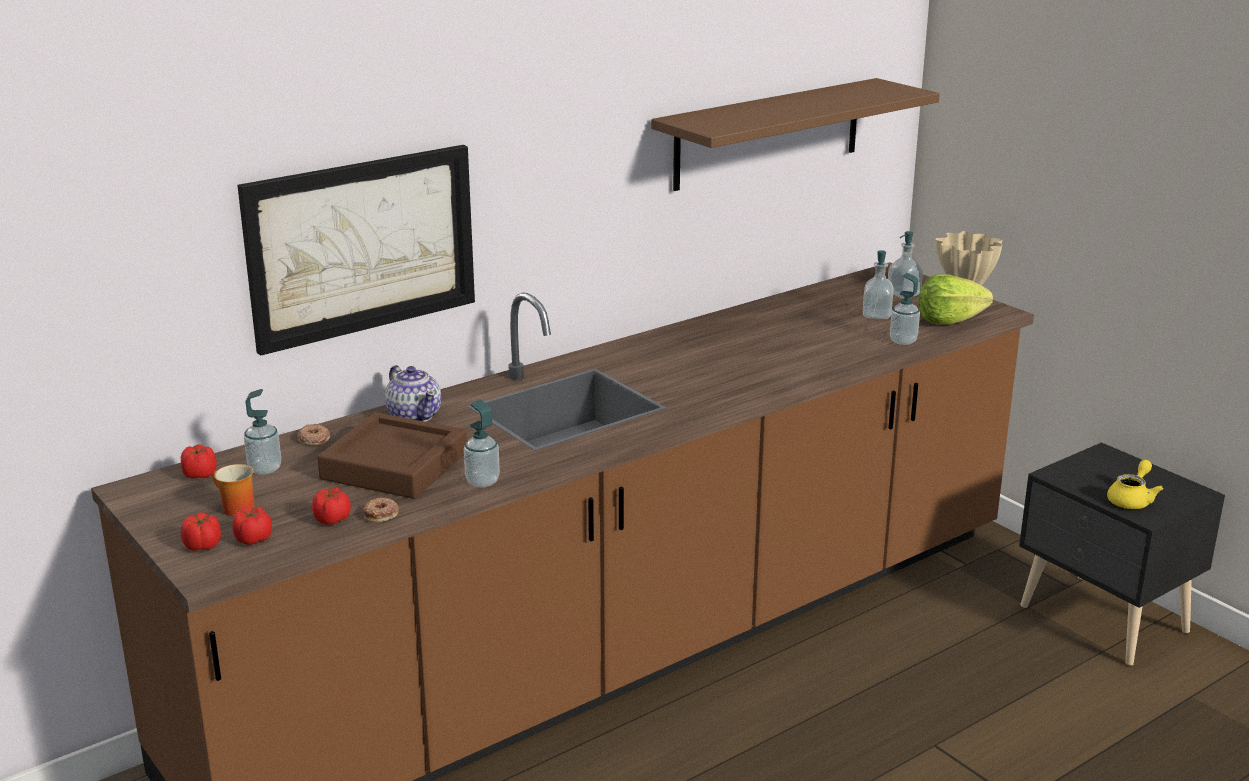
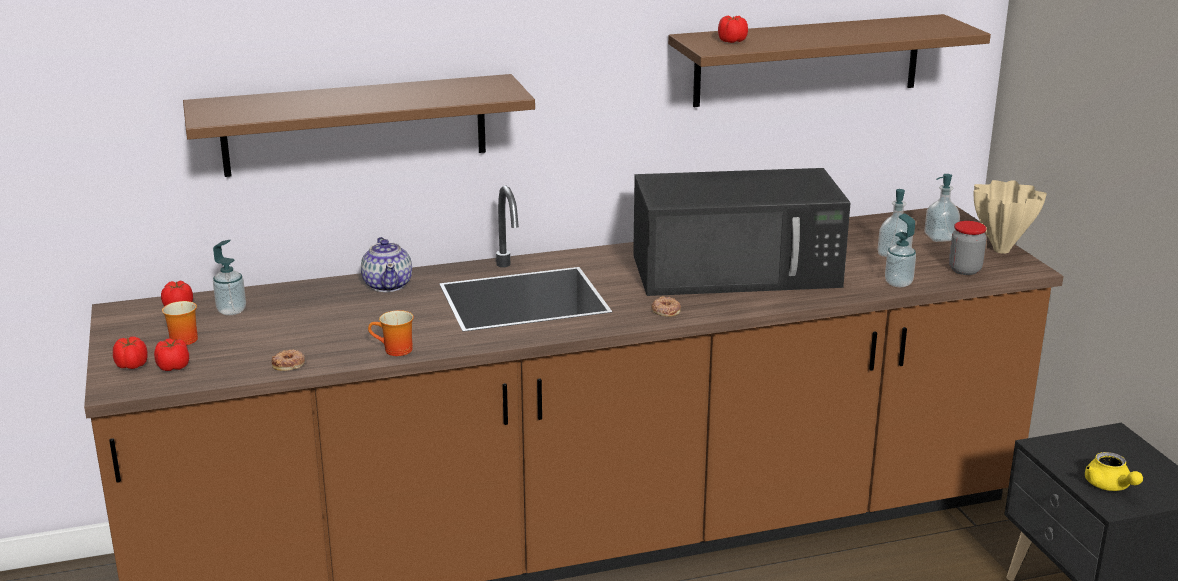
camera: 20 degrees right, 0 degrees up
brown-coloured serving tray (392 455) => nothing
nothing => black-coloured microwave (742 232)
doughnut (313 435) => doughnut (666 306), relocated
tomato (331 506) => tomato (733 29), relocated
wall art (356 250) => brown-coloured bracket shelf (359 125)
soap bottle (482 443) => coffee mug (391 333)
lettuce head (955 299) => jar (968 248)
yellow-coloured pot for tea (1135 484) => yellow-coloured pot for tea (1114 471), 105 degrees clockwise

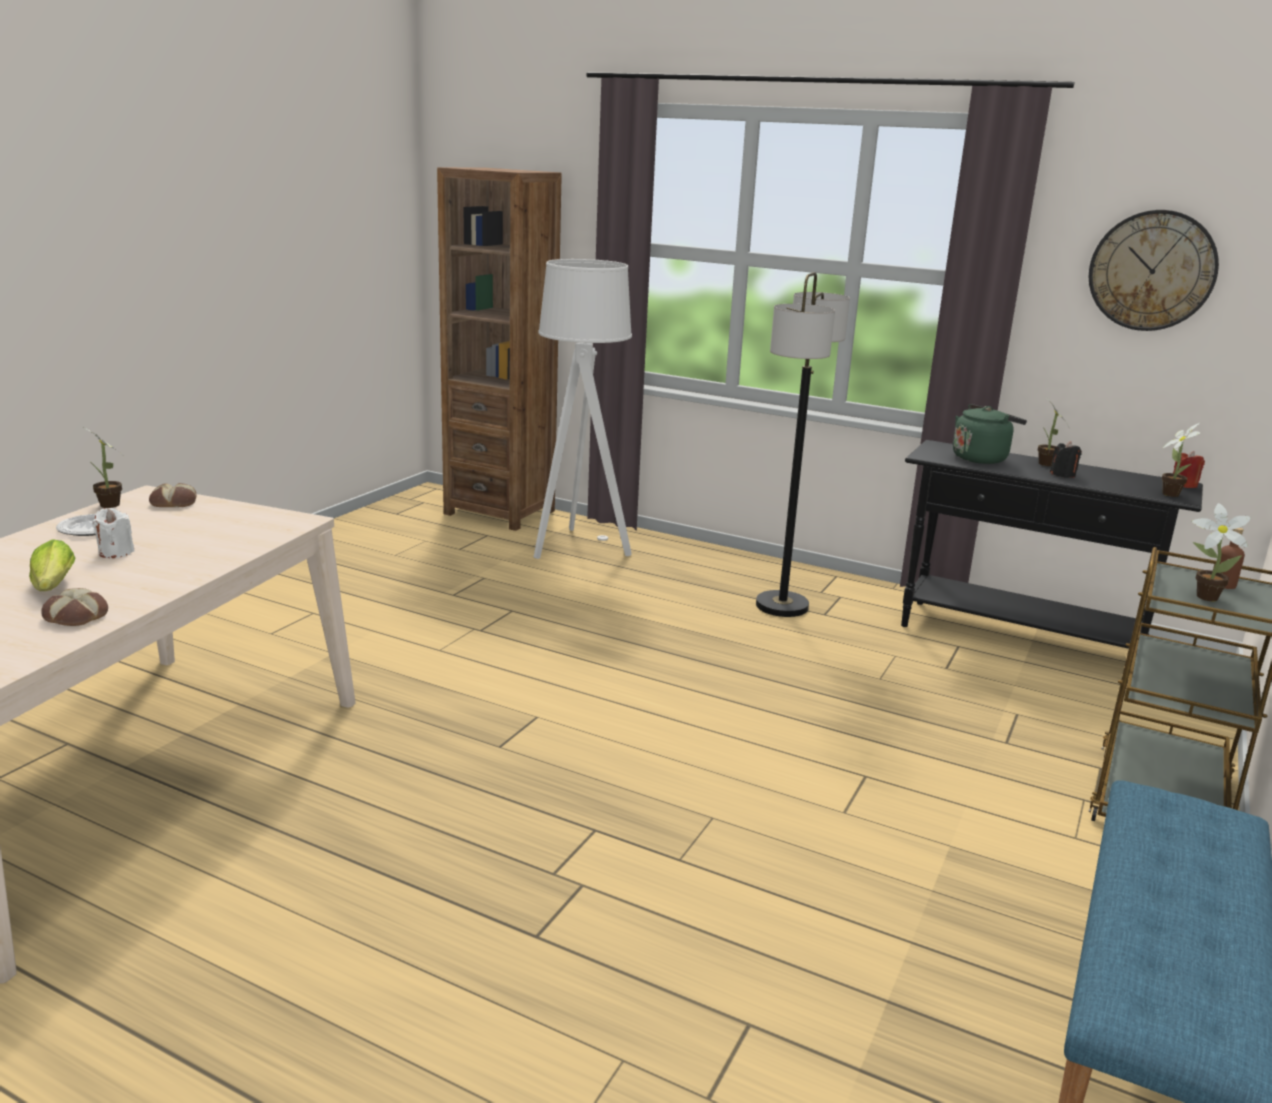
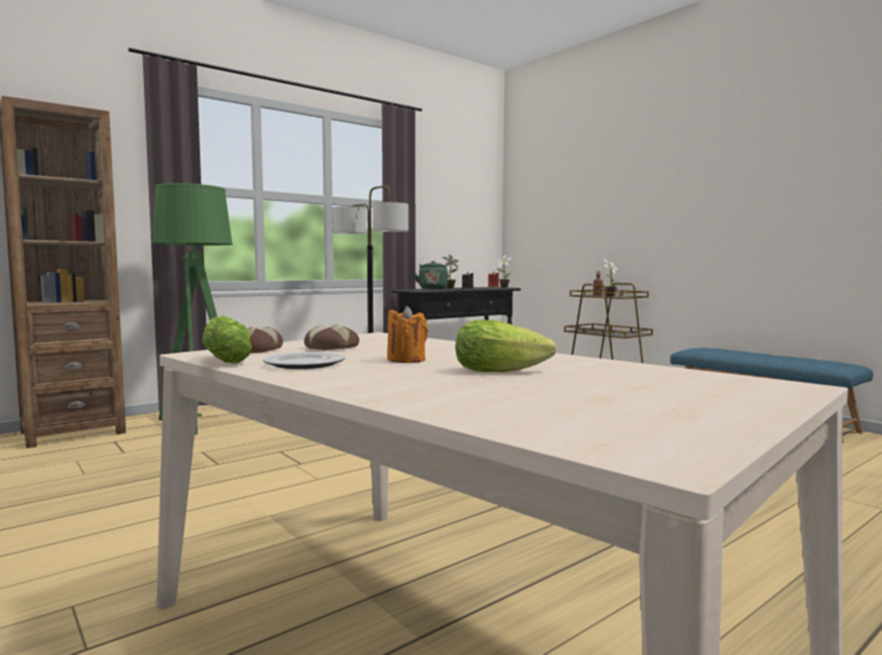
camera: 65 degrees left, 15 degrees down
wall clock (1154 270) => nothing
baked bread (74 607) => baked bread (331 337), relocated
plant in a pot (103 468) => lettuce head (227 340)
white-coloured wax candle (113 533) => orange-coloured wax candle (407 334)
white-coloured floor lamp (583 409) => green-coloured floor lamp (192 309)

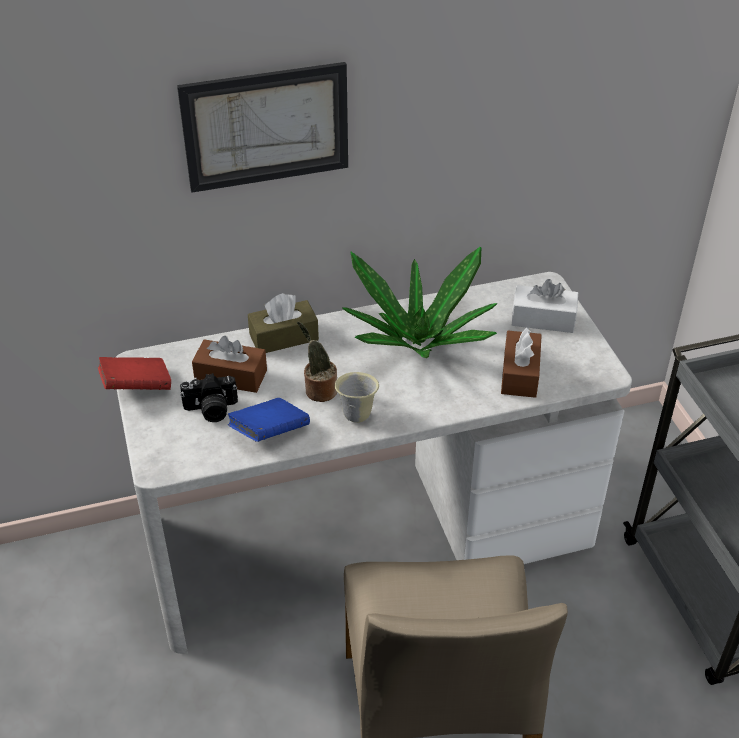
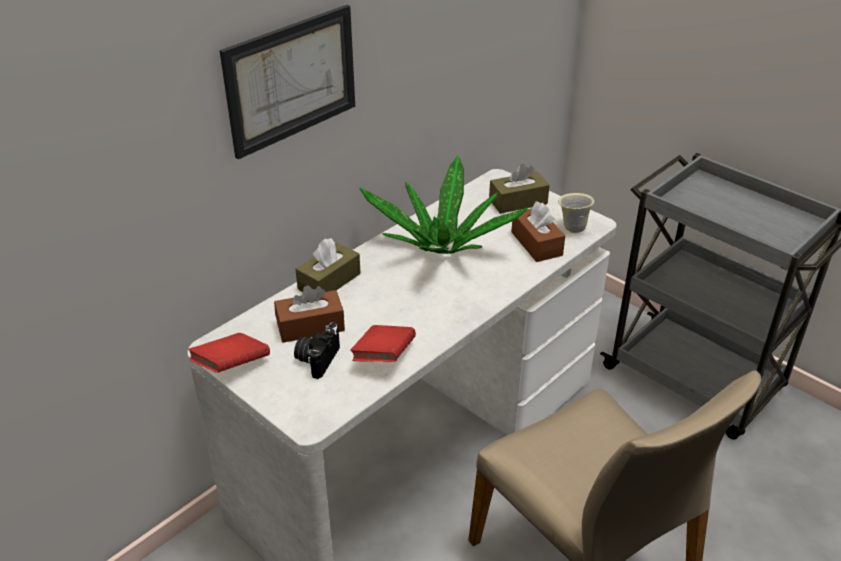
camera: 30 degrees left, 5 degrees down
plant in a pot (317 361) => nothing
sand-coloured coffee mug (357 397) => sand-coloured coffee mug (576 213), relocated
bluish book (269 420) => reddish book (383 343)
white-coloured tissue holder (545 306) => brown-coloured tissue holder (519 189)
still camera (209 397) => still camera (317 350), 150 degrees clockwise

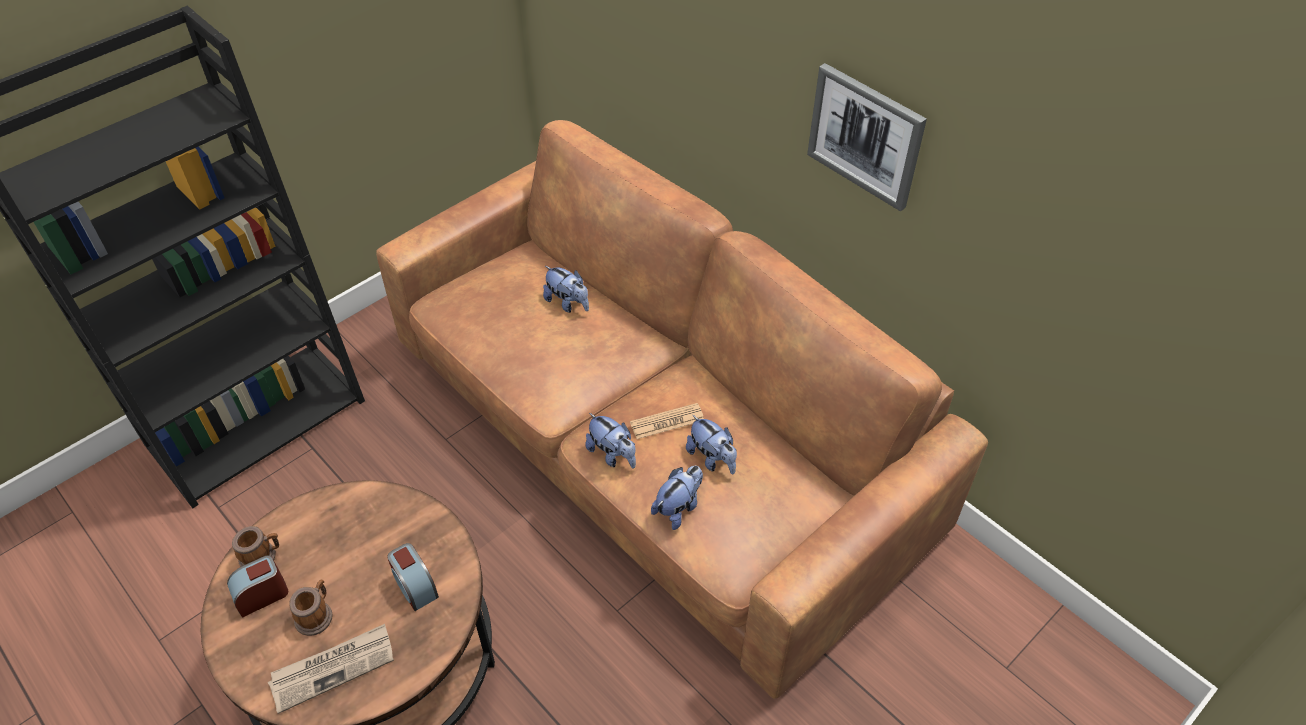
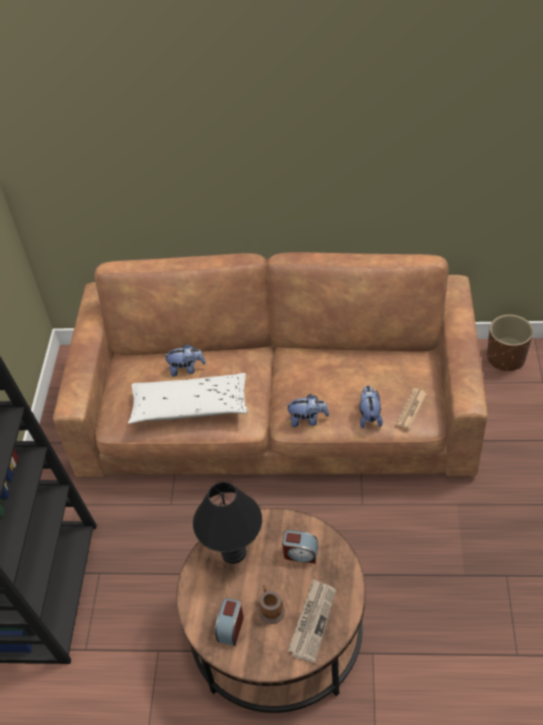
camera: 40 degrees left, 0 degrees up
coffee mug (255 546) => nothing
plush toy (711 444) => nothing
wall art (867 137) => nothing
nothing => white-coloured pillow (188 398)
nothing => black-coloured tabletop lamp (227 523)
nothing => brown-coloured flower pot (510 342)
newspaper (667 421) => newspaper (410 408), relocated

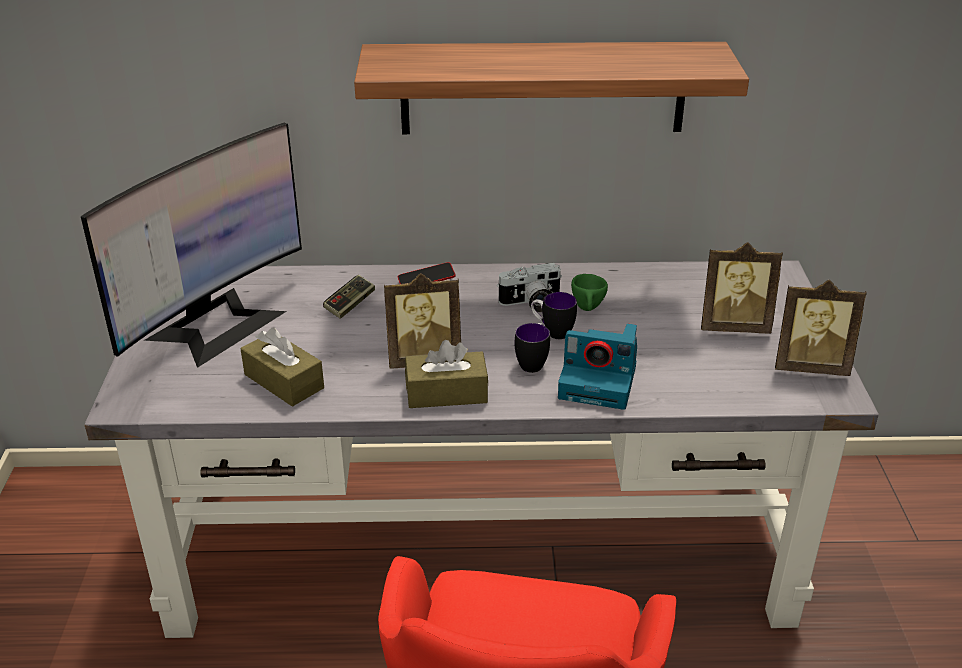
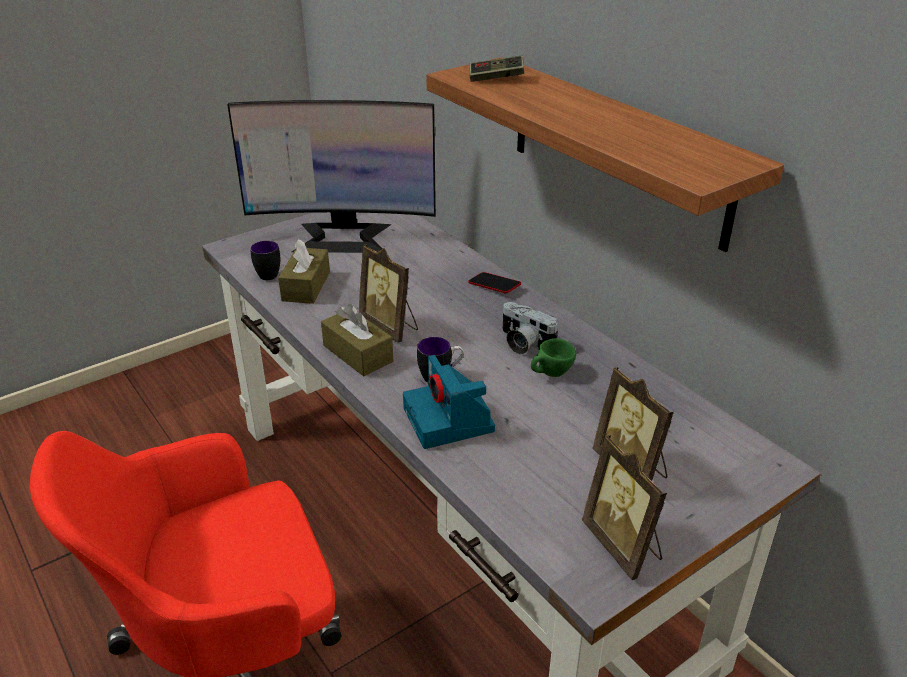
camera: 55 degrees right, 0 degrees up
gamepad (349 297) => gamepad (497 69), relocated
coffee mug (554 315) => coffee mug (265 260), relocated

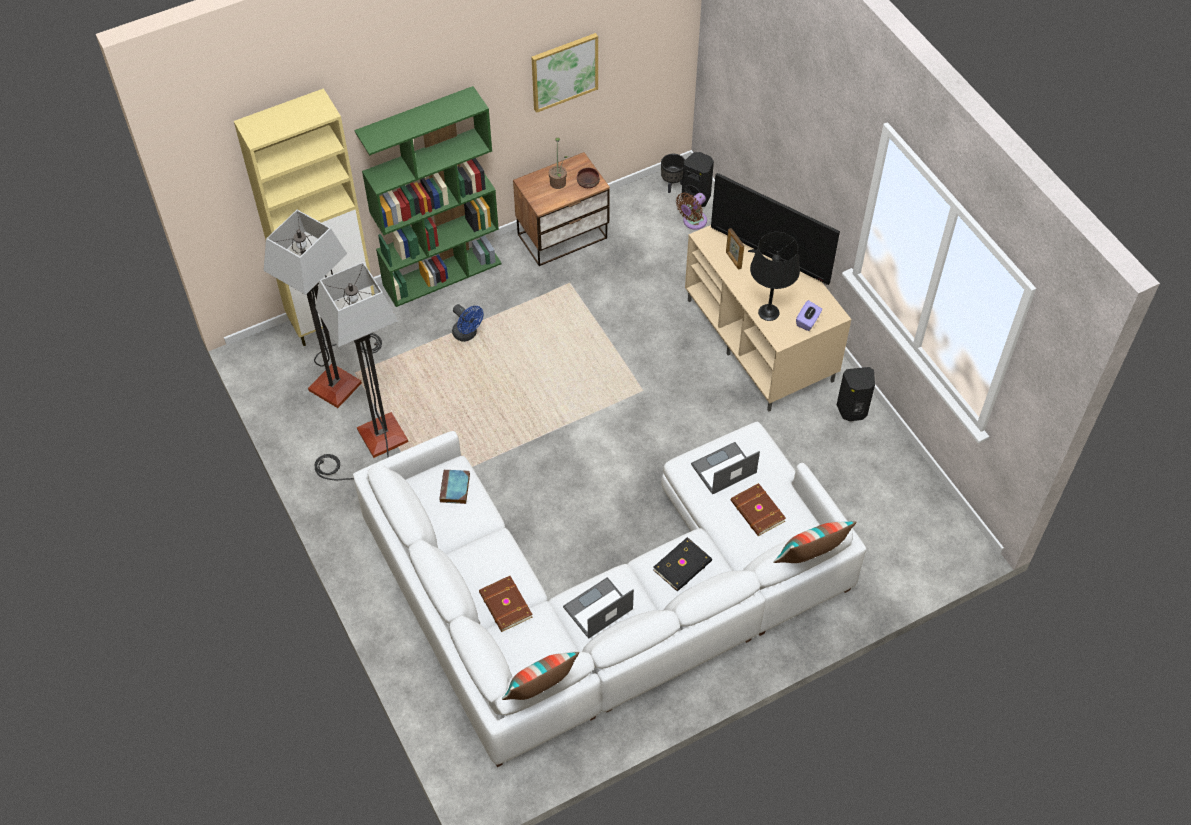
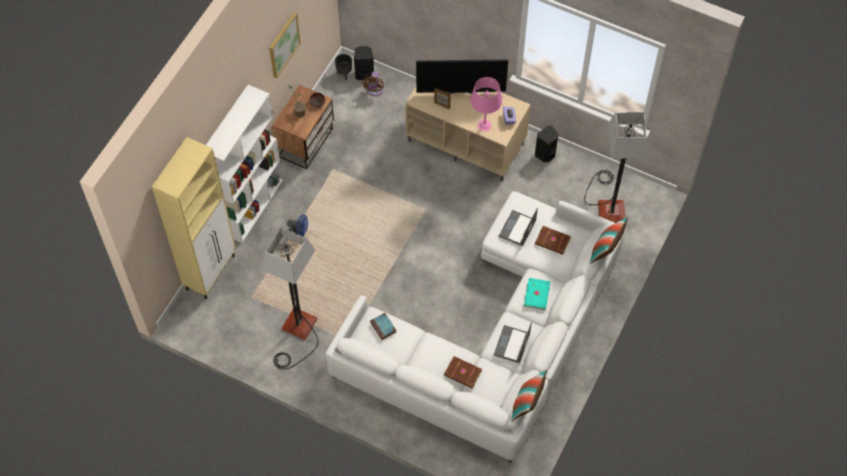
camera: 35 degrees left, 5 degrees up
floor lamp (322 309) => floor lamp (615 167), relocated
green-coloured bookshelf (428 196) => white-coloured bookshelf (244 164)
black-coloured book (682 564) => turquoise book (537 294)
black-coloured tabletop lamp (775 276) => pink tabletop lamp (486 104)

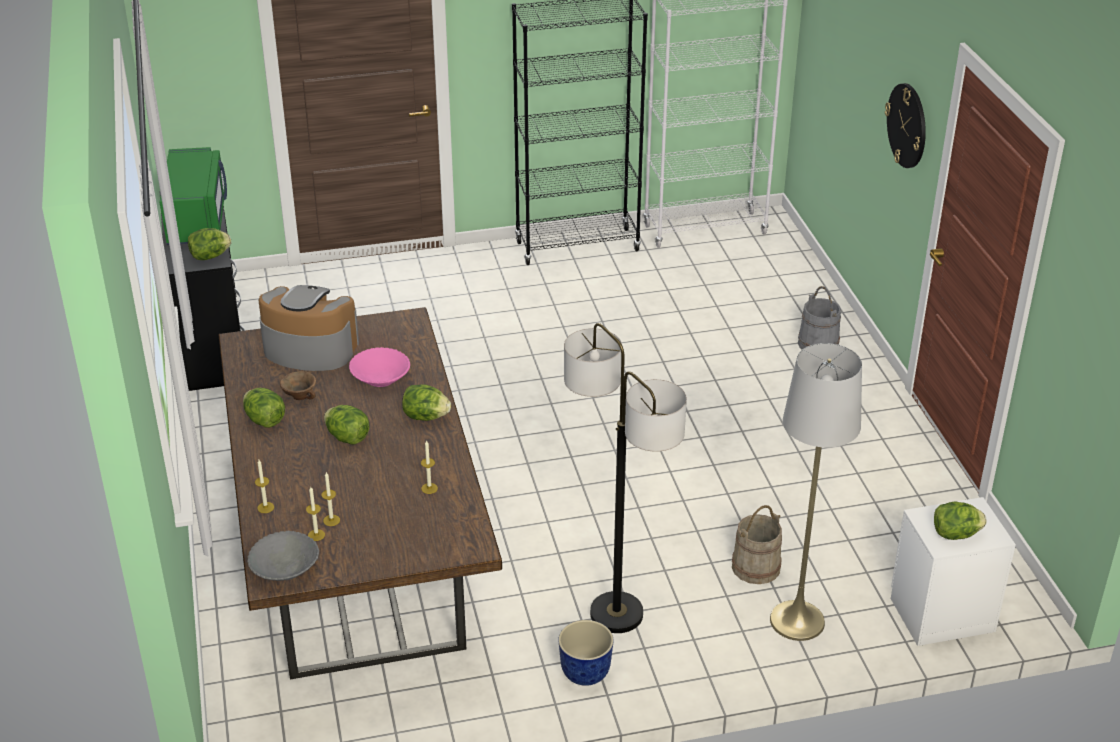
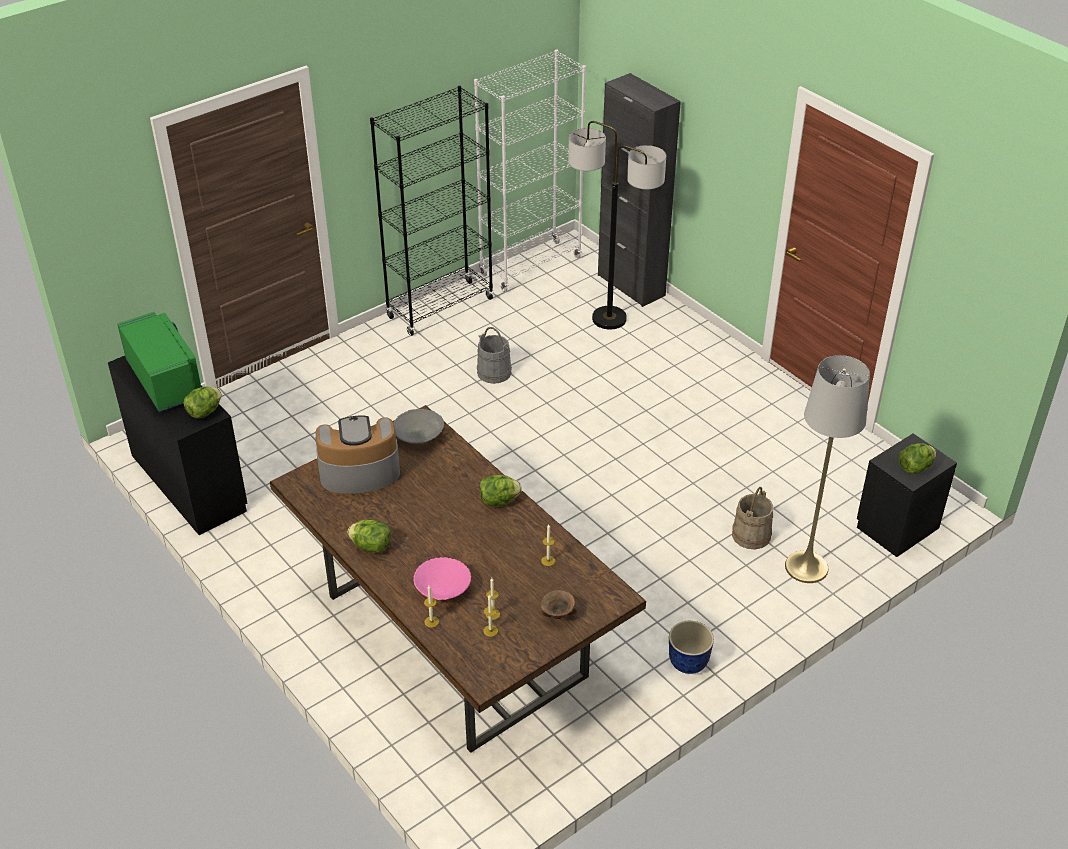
camera: 25 degrees left, 5 degrees up
lettuce head (347 425) => nothing
wall clock (905 125) => nothing
nothing => black-coloured cabinet (639 190)
gray bowl (283 556) => gray bowl (419 426), relocated
brown-coloured bowl (298 385) => brown-coloured bowl (559 604), relocated
pink bowl (379 367) => pink bowl (442 578), relocated
floor lamp (625 478) => floor lamp (617 225), relocated
gray water bucket (819 317) => gray water bucket (494 355), relocated
white-coloured night table (953 571) => black-coloured night table (907 495)

